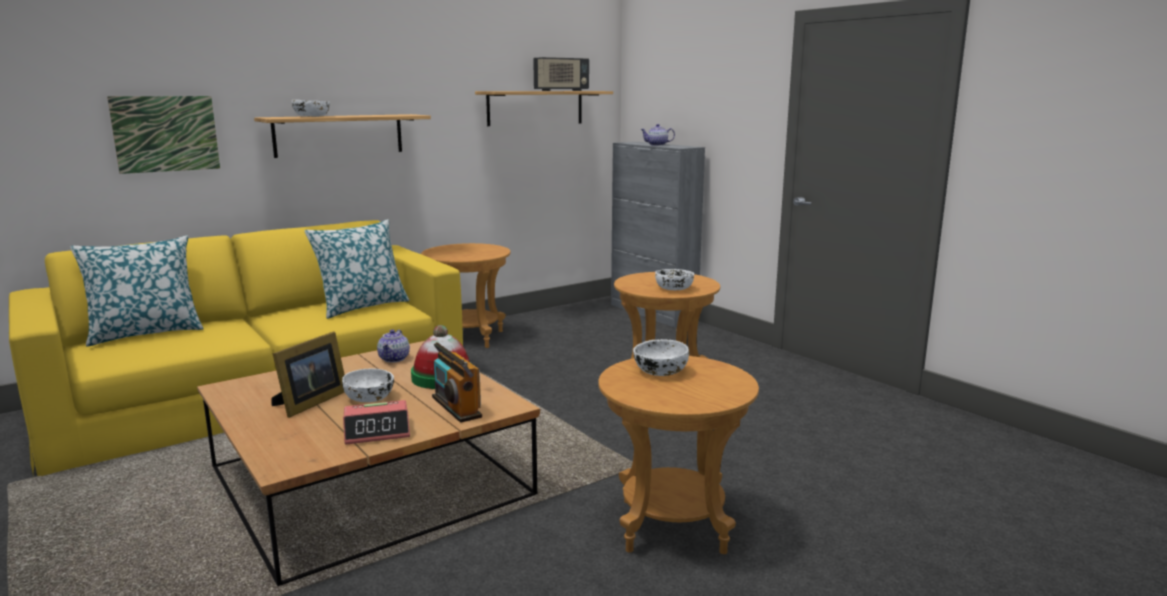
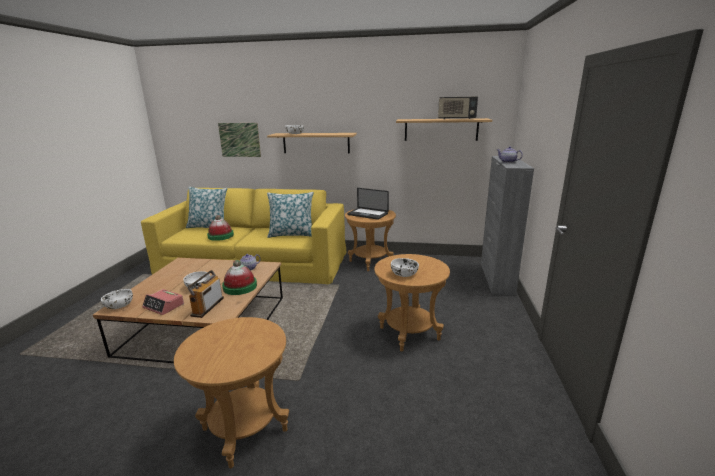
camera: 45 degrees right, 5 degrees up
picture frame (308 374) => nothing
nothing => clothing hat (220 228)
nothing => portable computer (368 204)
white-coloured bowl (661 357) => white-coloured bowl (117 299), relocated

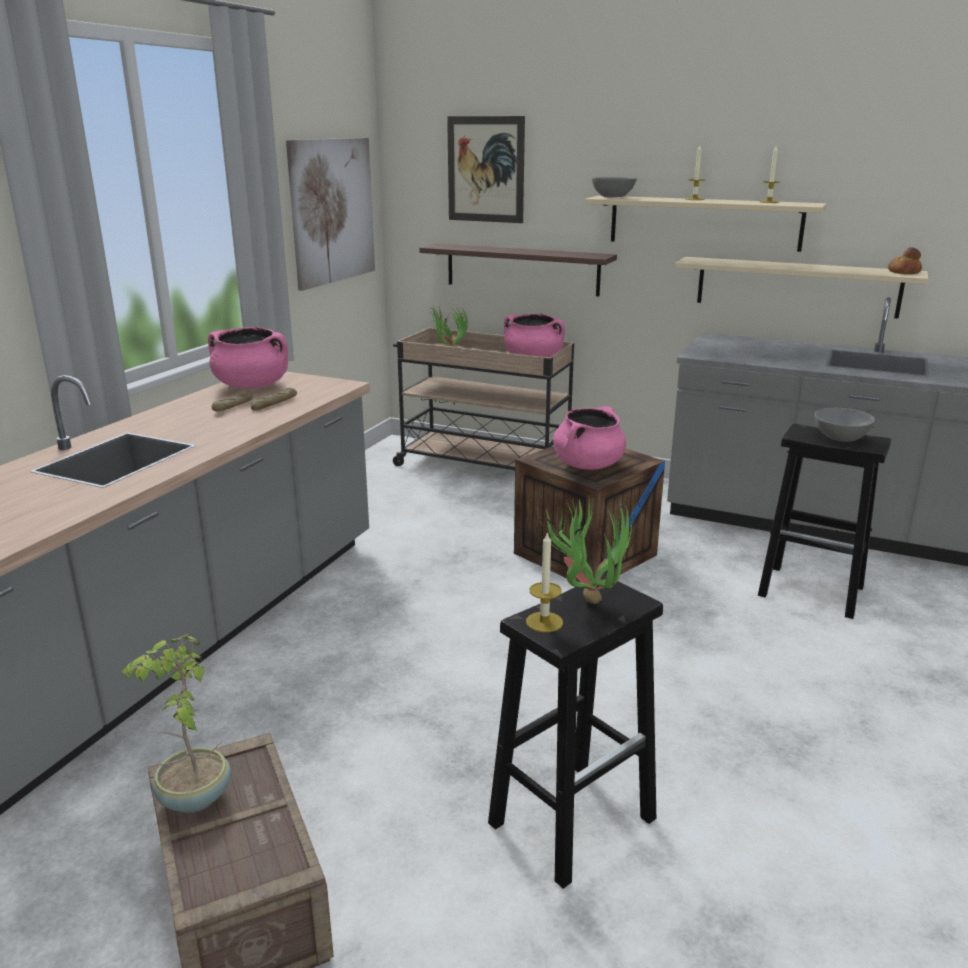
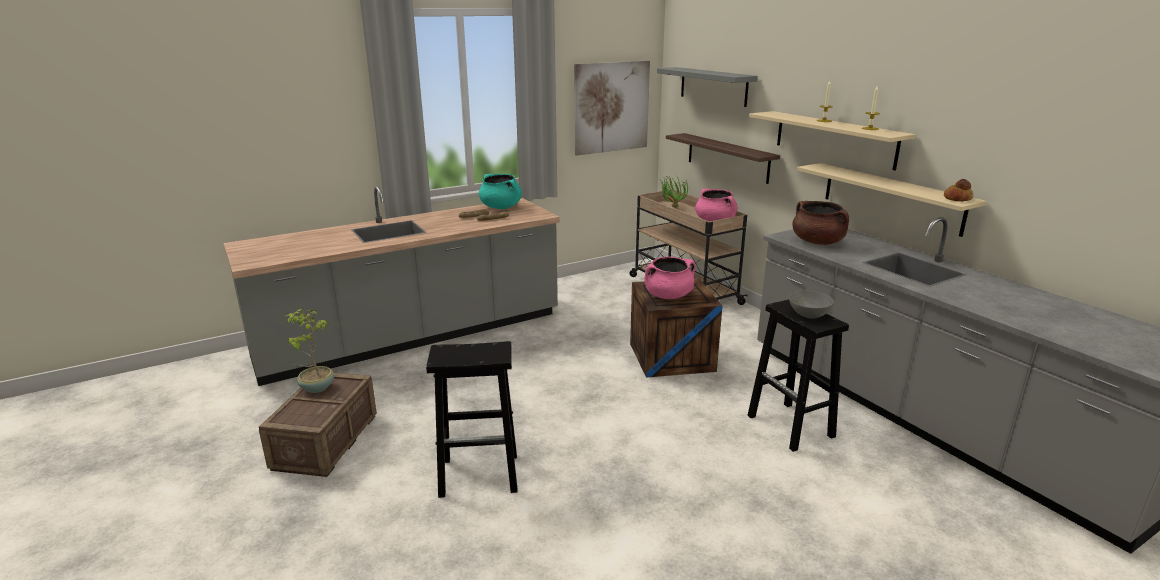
camera: 35 degrees right, 0 degrees up
wax candle (544 581) => nothing
plant in a pot (587 551) => nothing
gray bowl (614 187) => nothing
nothing => brown-coloured stockpot (820 223)
wall art (486 169) => gray bracket shelf (707 87)
pink stockpot (248 357) => turquoise stockpot (500 191)

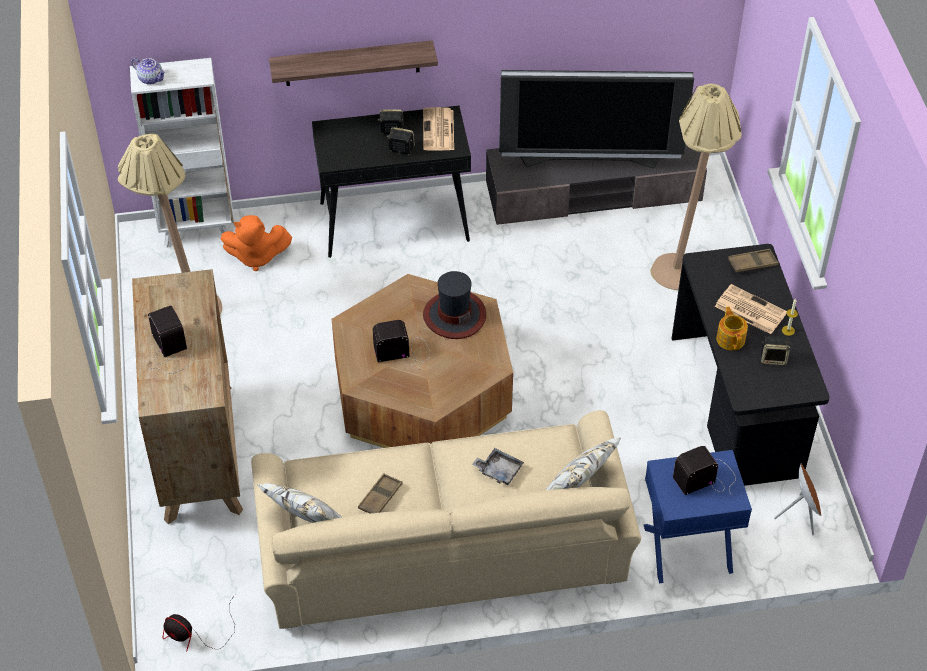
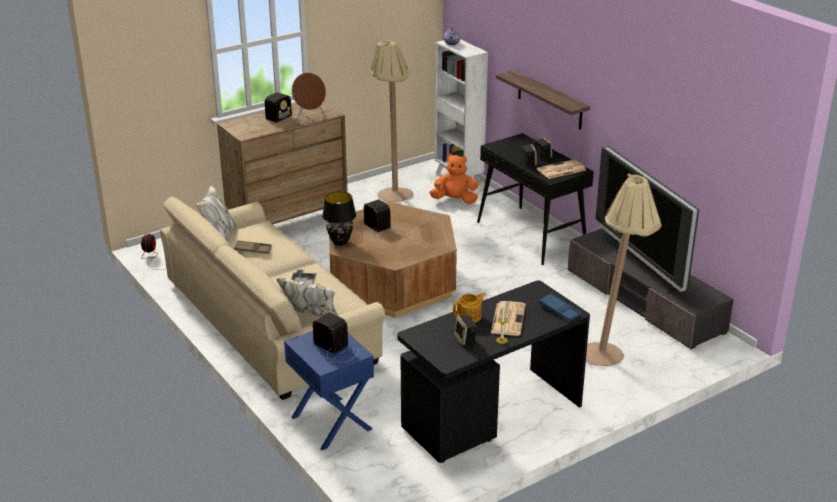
camera: 65 degrees right, 20 degrees down
clothing hat (454 305) => nothing
nothing => black-coloured tabletop lamp (339 219)
brown-coloured audio speaker (797 499) => brown-coloured audio speaker (309 98), relocated
brown-coloured serving tray (753 260) => bluish serving tray (560 307)
orange-coloured plush toy (256 243) => orange-coloured plush toy (453 179), 120 degrees clockwise

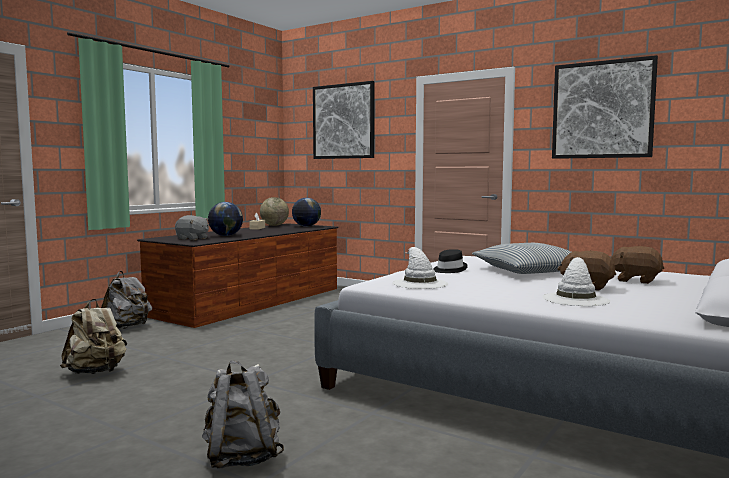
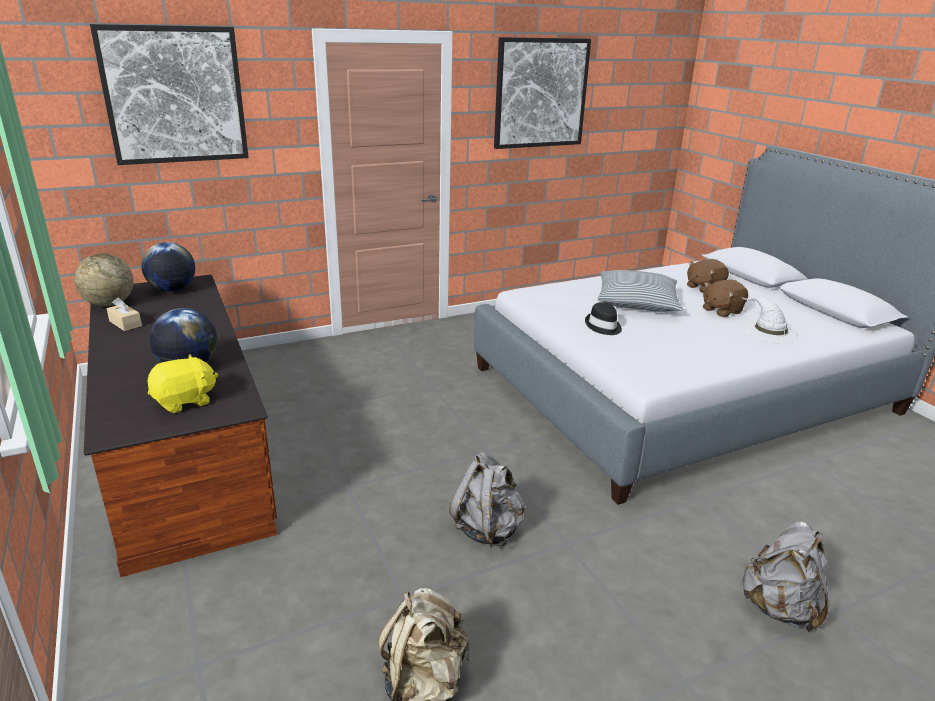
camera: 60 degrees left, 20 degrees up
white-coloured clothing hat (420 268) => nothing
gray rucksack (126 300) => gray rucksack (487 499), relocated
gray plush toy (192 227) => yellow-coloured plush toy (183 383)

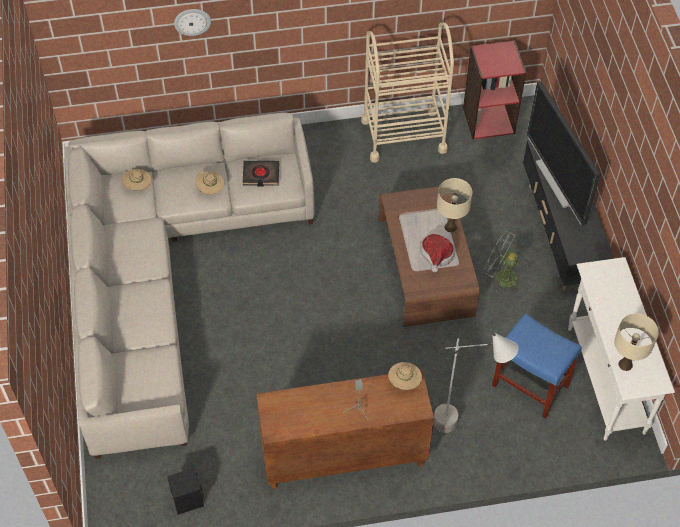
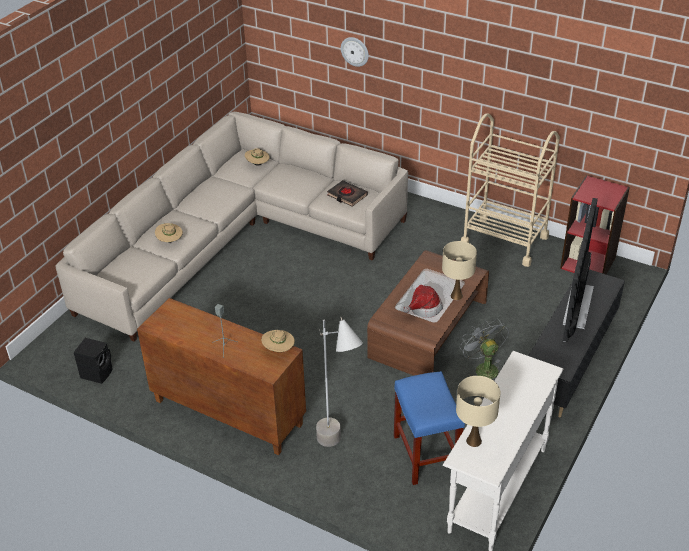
camera: 40 degrees right, 15 degrees down
sand-coloured clothing hat (209 182) => sand-coloured clothing hat (169 233), relocated

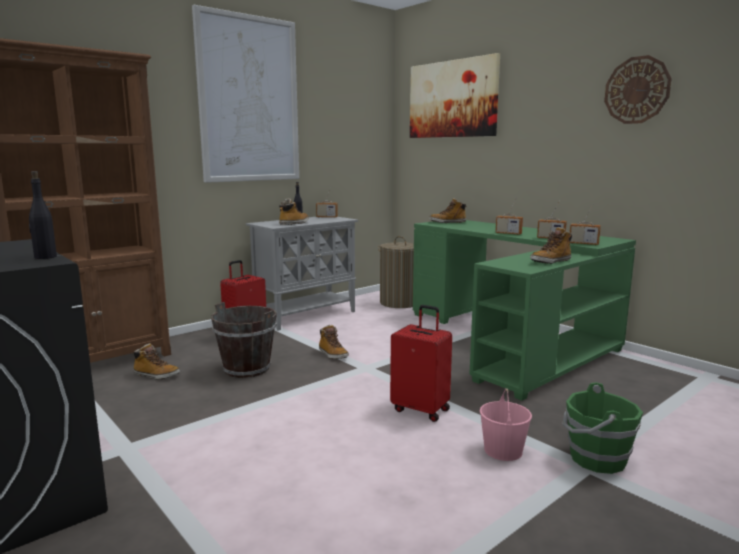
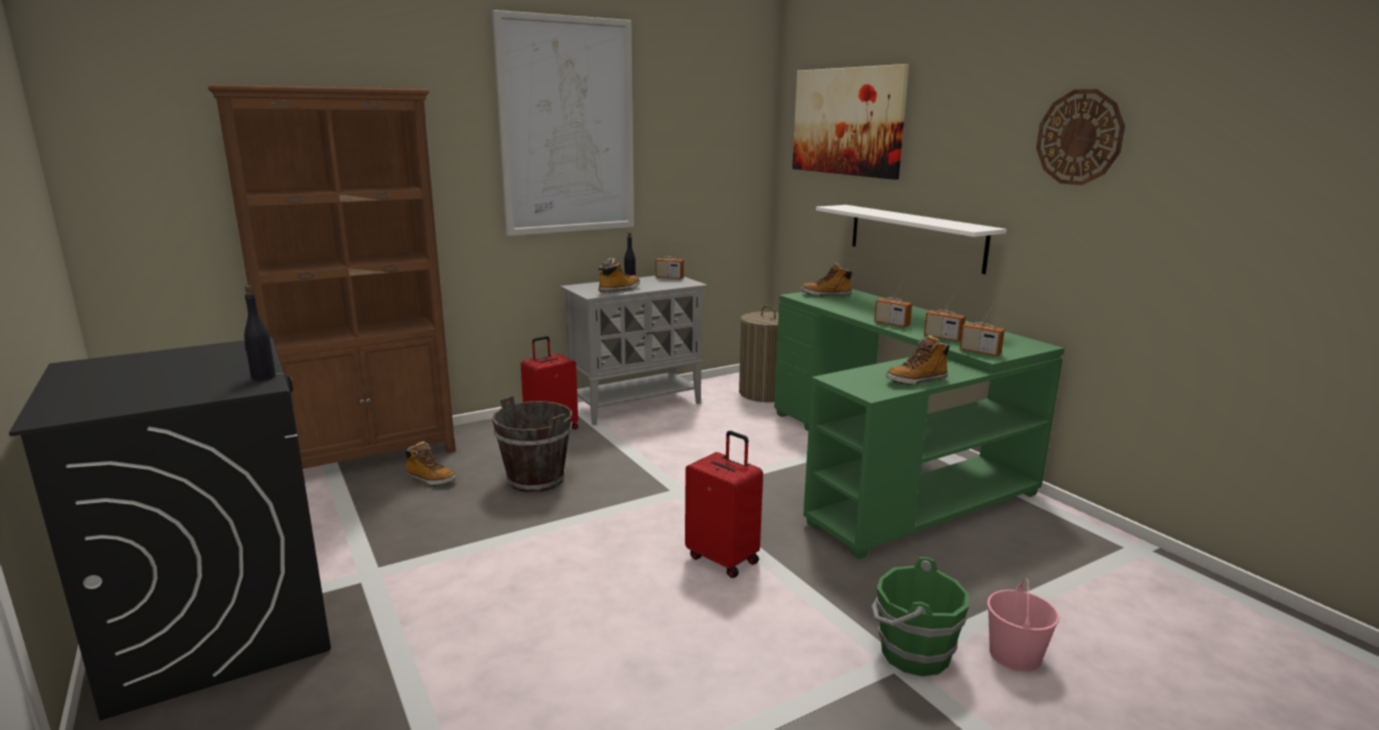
camera: 10 degrees right, 5 degrees up
boot (334 342) => nothing
nothing => white-coloured bracket shelf (911 239)
pink water bucket (506 424) => pink water bucket (1023 625), relocated

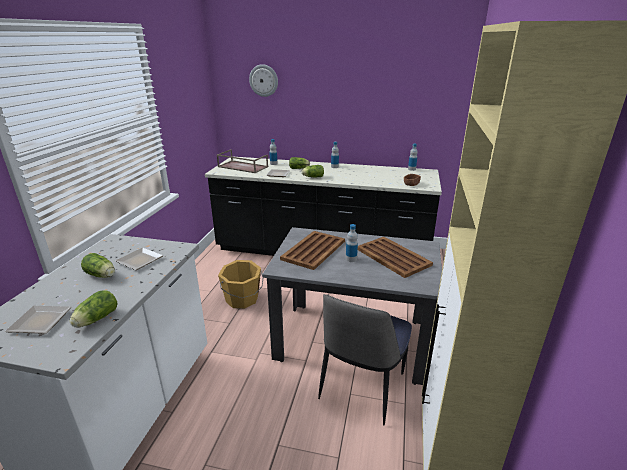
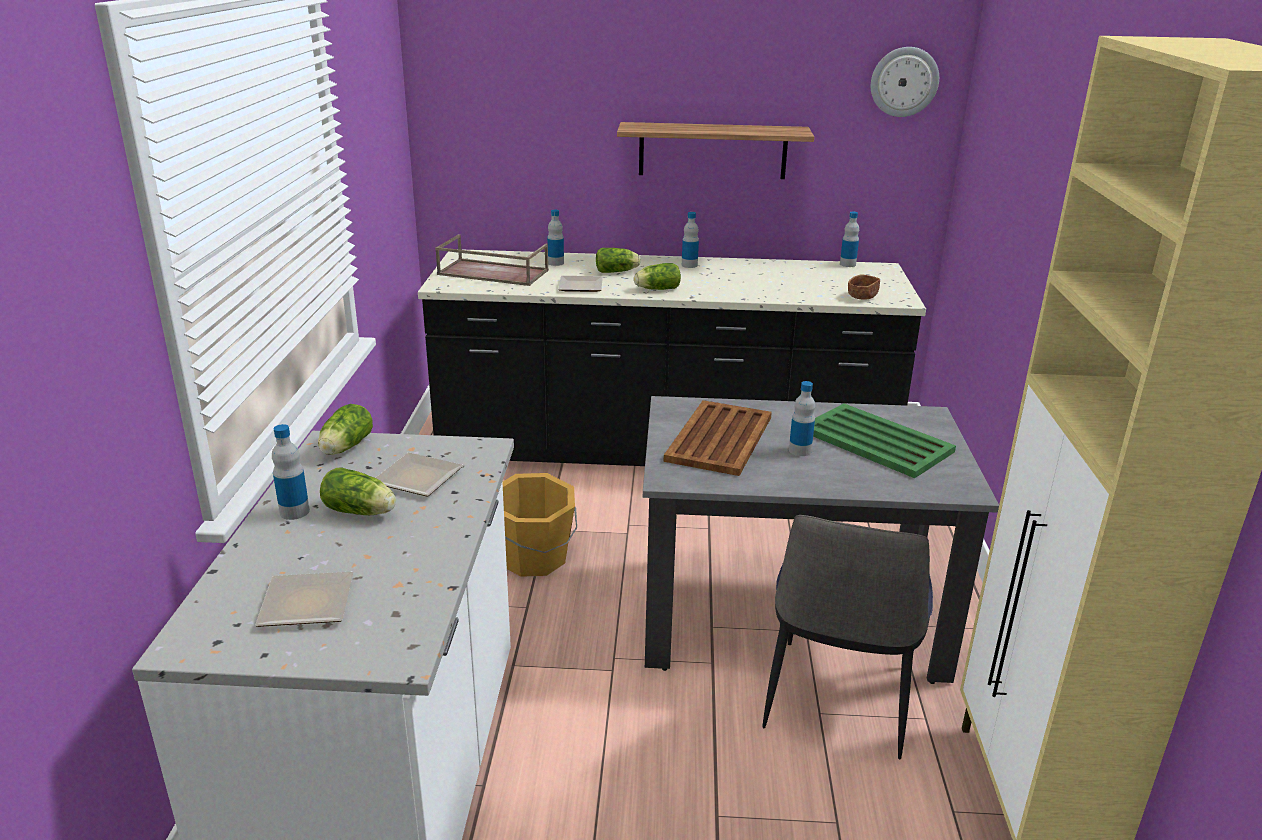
camera: 10 degrees left, 0 degrees up
nothing => beverage bottle (291 472)
nothing => bracket shelf (715 150)
lettuce head (94 309) => lettuce head (345 429), relocated
wall clock (263 80) => wall clock (905 82), relocated
brown-coloured serving tray (395 257) => green-coloured serving tray (884 441)

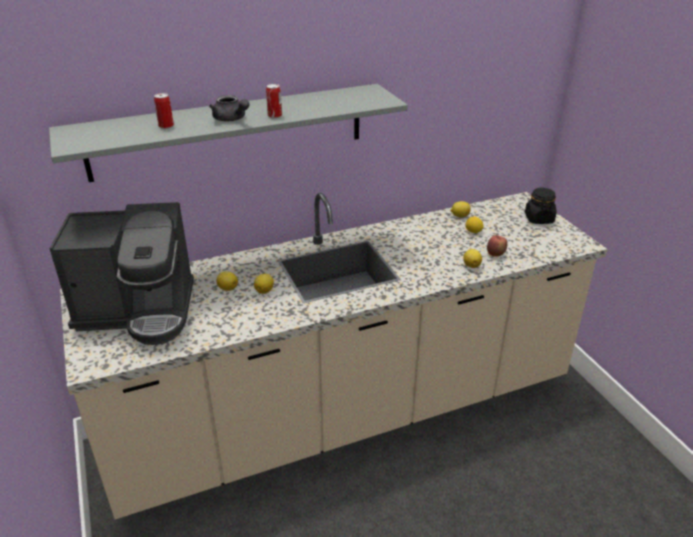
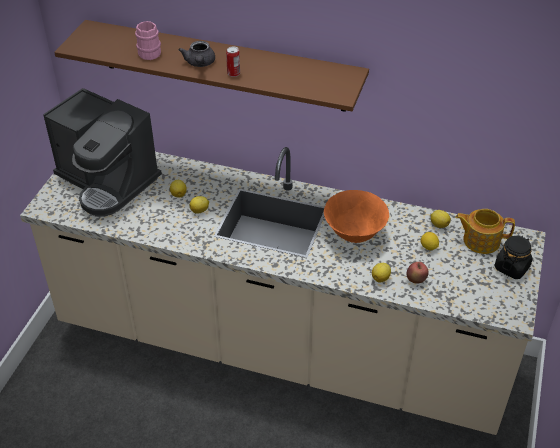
camera: 40 degrees right, 10 degrees up
nothing => orange-coloured bowl (356 216)
nothing => pot for tea (485 231)
sealed can (164 111) => pink coffee mug (148 40)
gray bracket shelf (228 133) => brown-coloured bracket shelf (211 66)

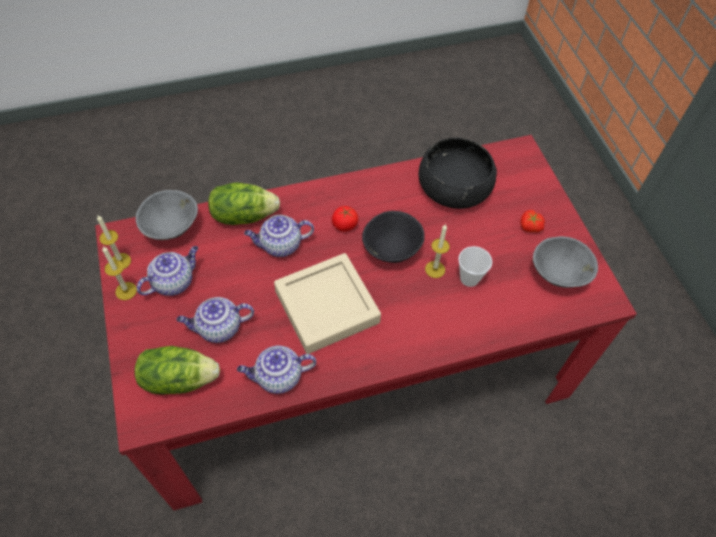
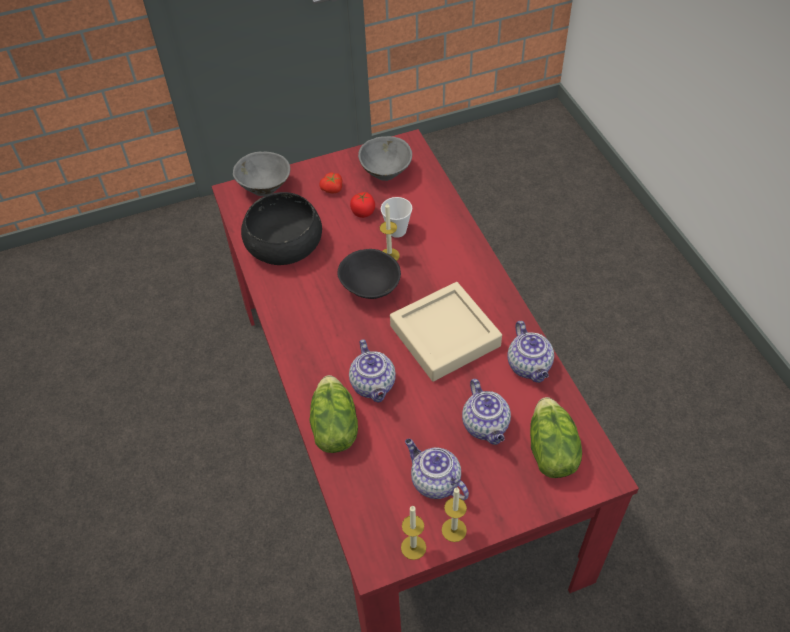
camera: 90 degrees left, 5 degrees down
gray bowl (167 215) => gray bowl (261 173), relocated
tomato (345 219) => tomato (362 205), relocated

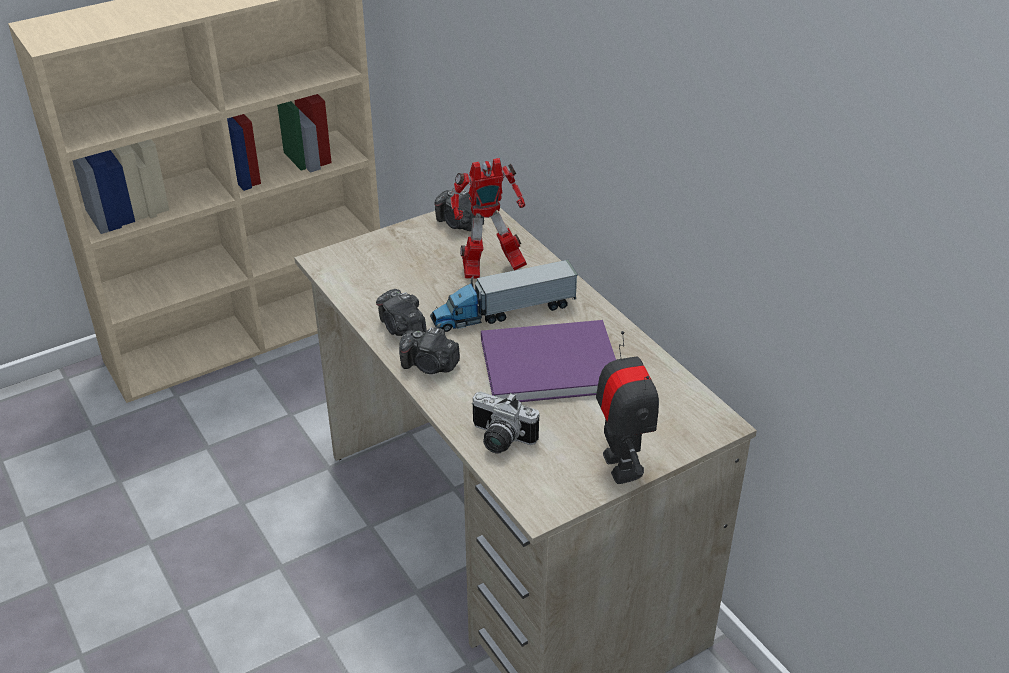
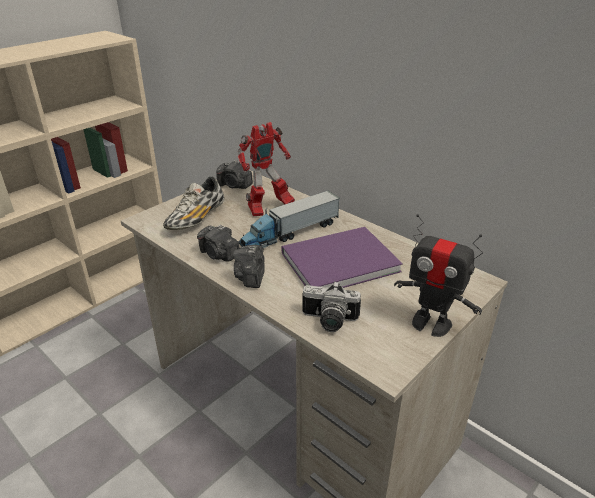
camera: 15 degrees left, 5 degrees down
nothing => item of footwear (193 203)
still camera (429 350) => still camera (249 266), 90 degrees clockwise
robot figure (627 407) => robot figure (438 275), 150 degrees clockwise

